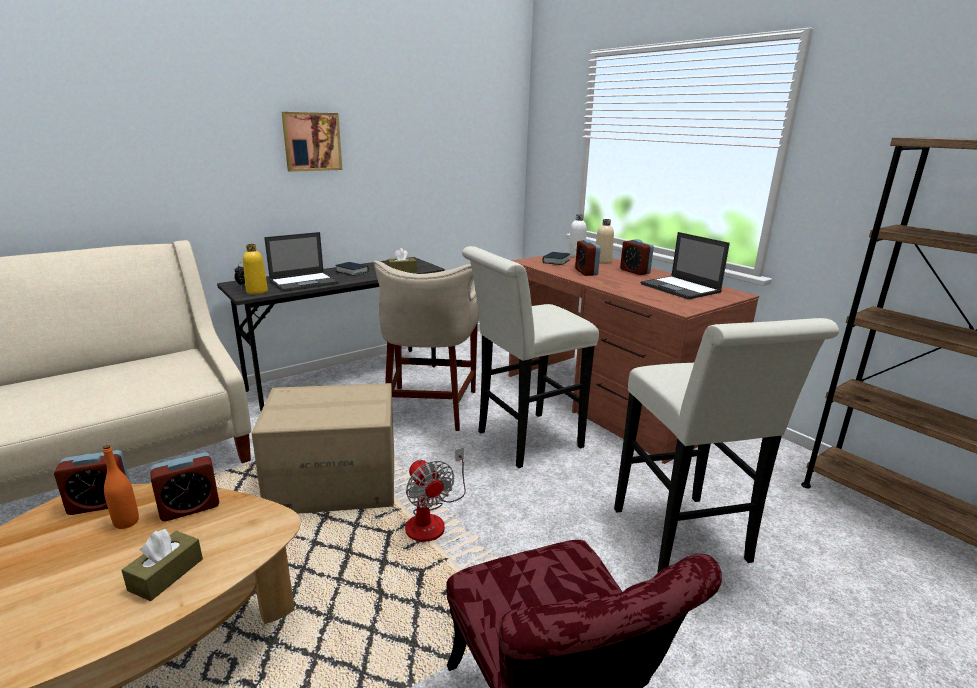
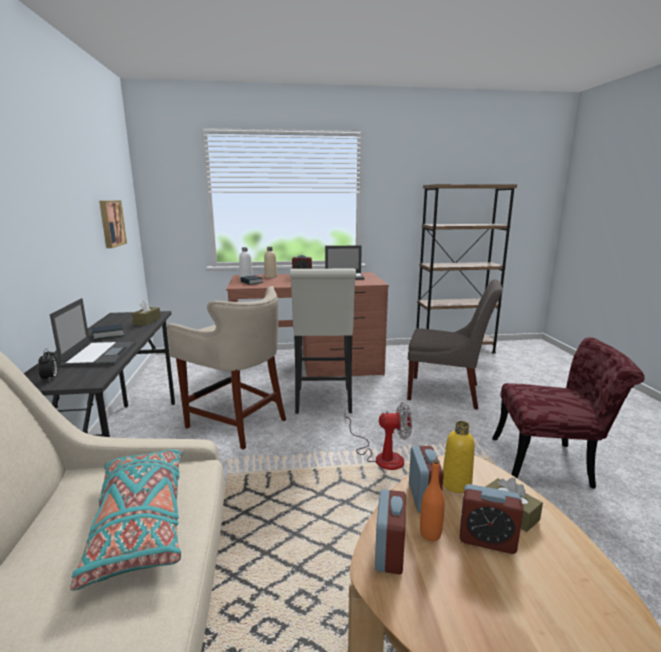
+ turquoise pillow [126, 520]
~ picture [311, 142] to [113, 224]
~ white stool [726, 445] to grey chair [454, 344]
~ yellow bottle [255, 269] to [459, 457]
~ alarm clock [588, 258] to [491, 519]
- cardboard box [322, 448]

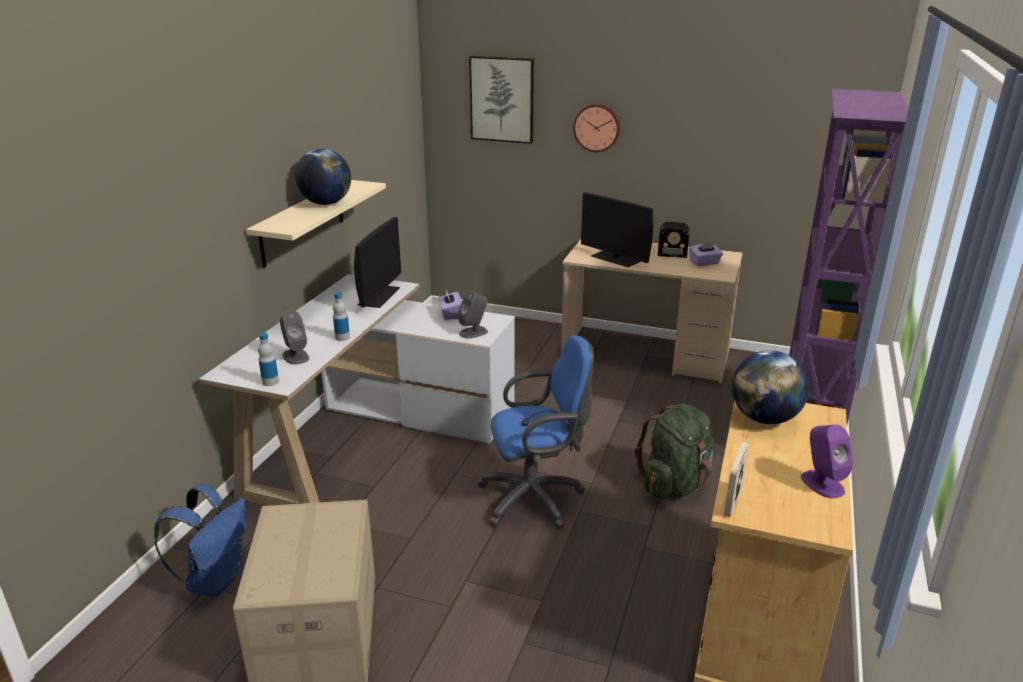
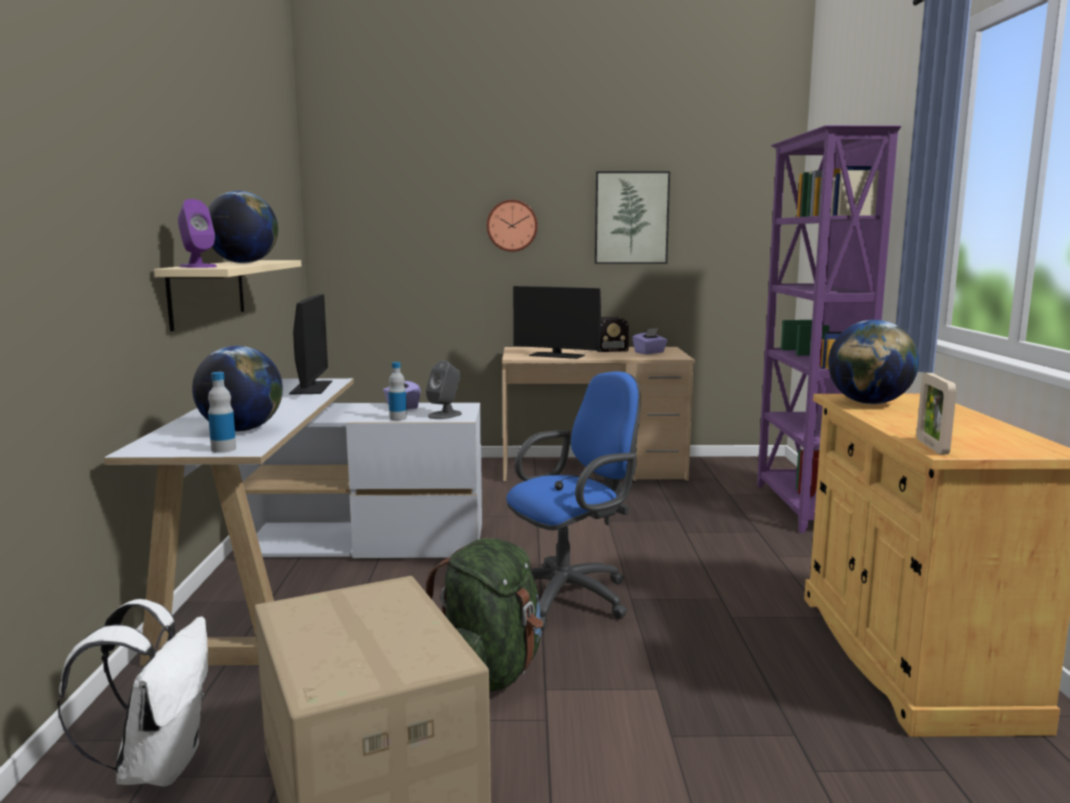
~ blue backpack [200, 540] to white backpack [132, 692]
~ purple speaker [827, 461] to [197, 233]
~ grey speaker [294, 337] to globe [237, 388]
~ bottle [341, 316] to [397, 391]
~ green backpack [674, 452] to [485, 614]
~ picture [501, 100] to [632, 217]

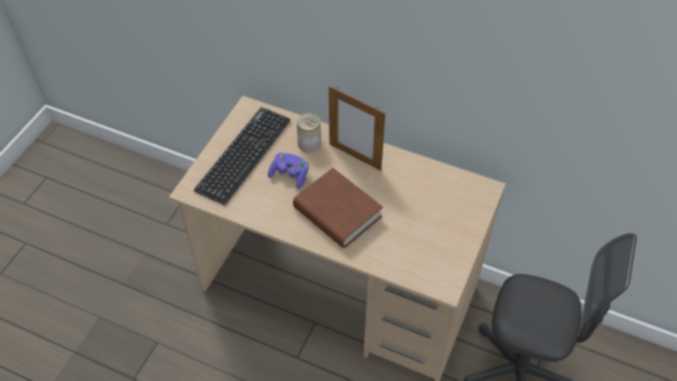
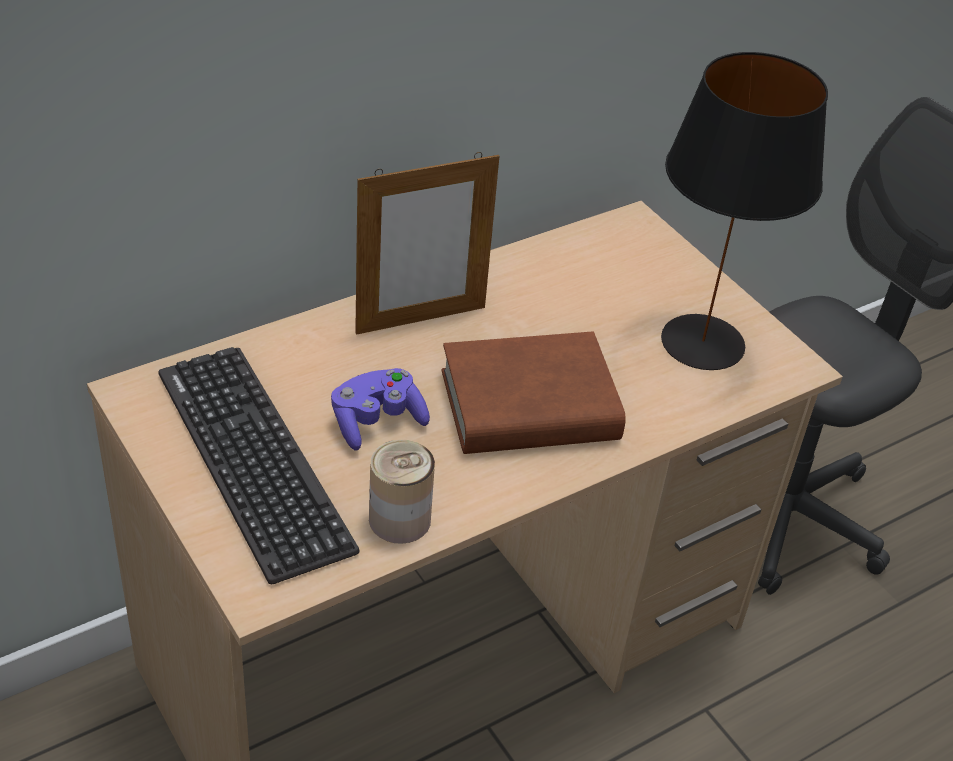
~ can [309, 133] to [402, 491]
+ black table lamp [744, 211]

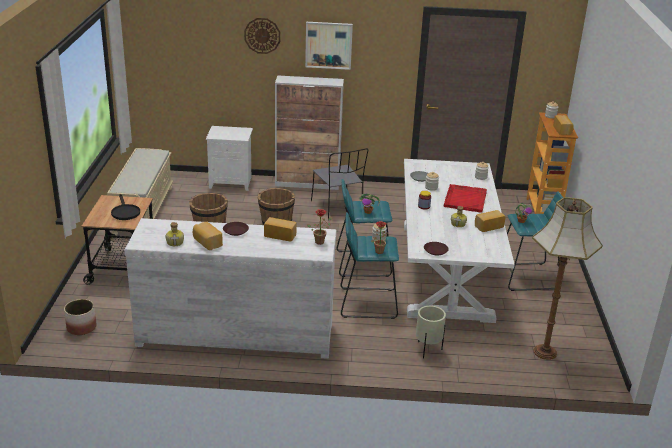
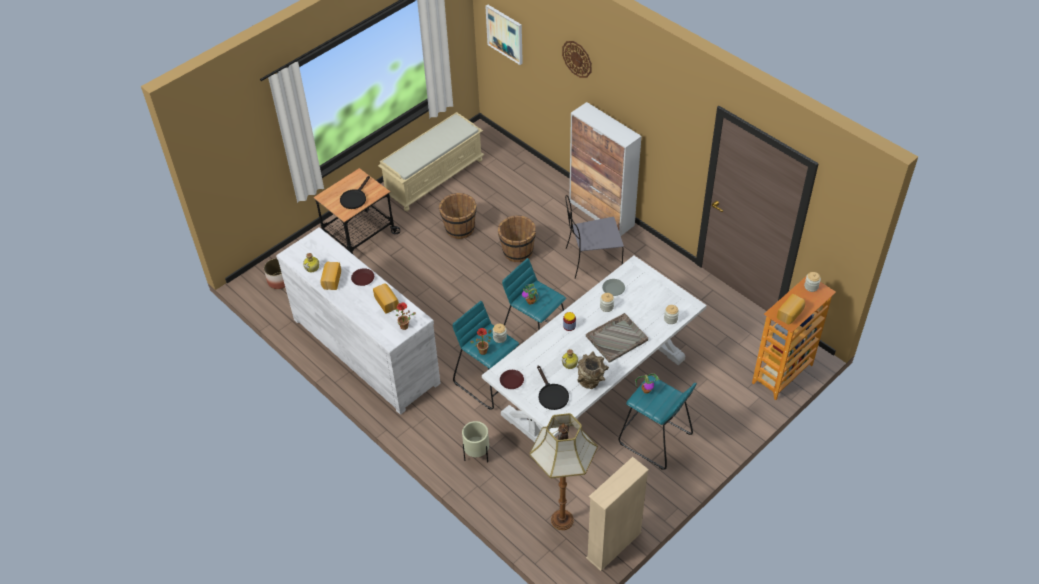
~ picture [329, 46] to [504, 35]
+ black frying pan [553, 387]
~ grey chair [339, 183] = [594, 237] 60 degrees clockwise
~ bread [490, 221] to brown vase [593, 370]
~ red tray [465, 198] to grey tray [617, 338]
+ beige bookcase [617, 514]
- white nightstand [229, 158]

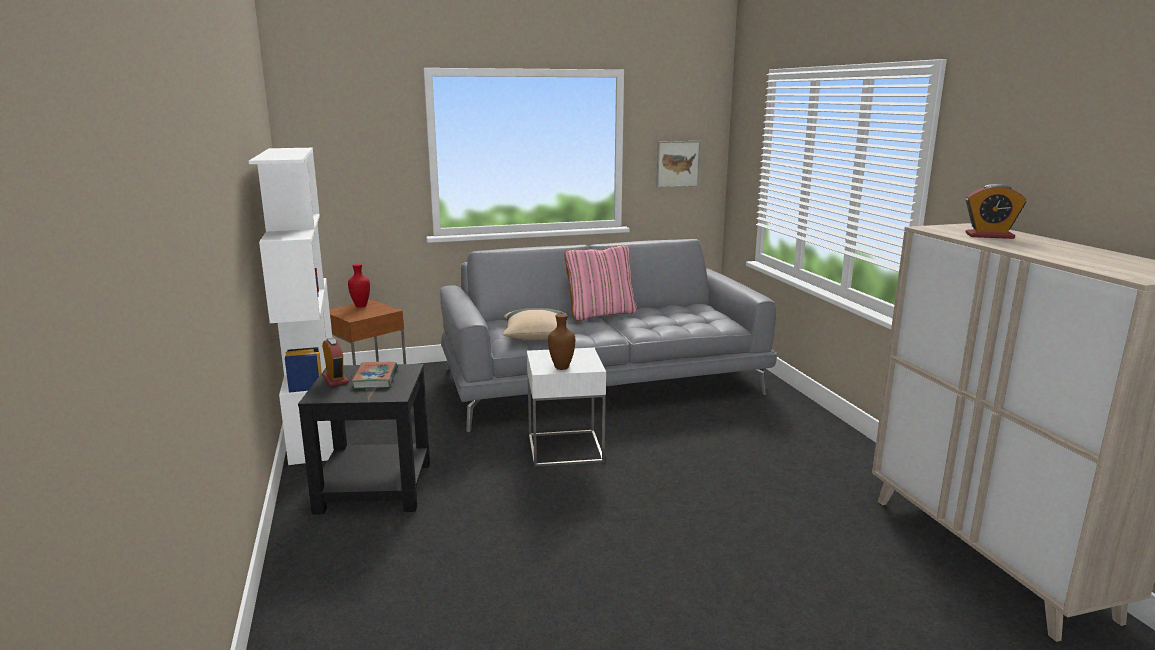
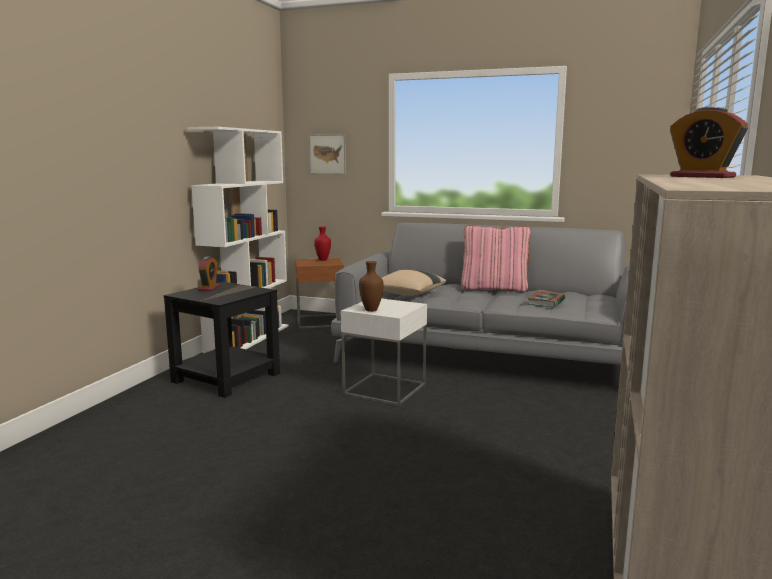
~ picture [678, 164] to [327, 154]
~ book [375, 375] to [546, 299]

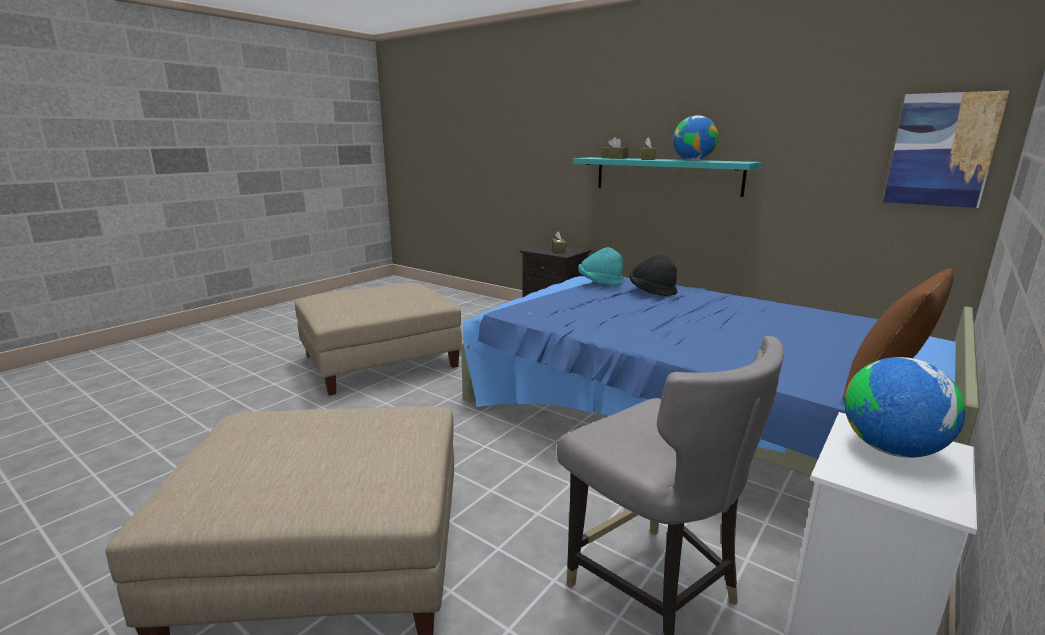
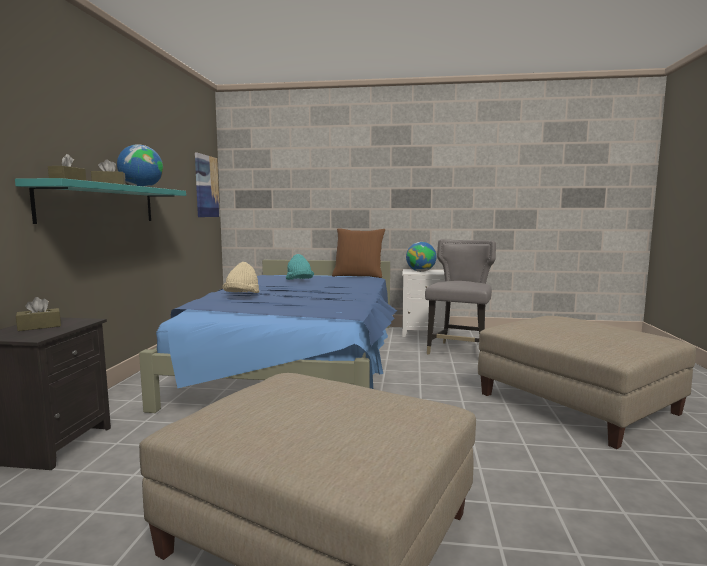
~ black hat [653, 275] to beige hat [240, 277]
~ turquoise hat [601, 266] to [300, 267]

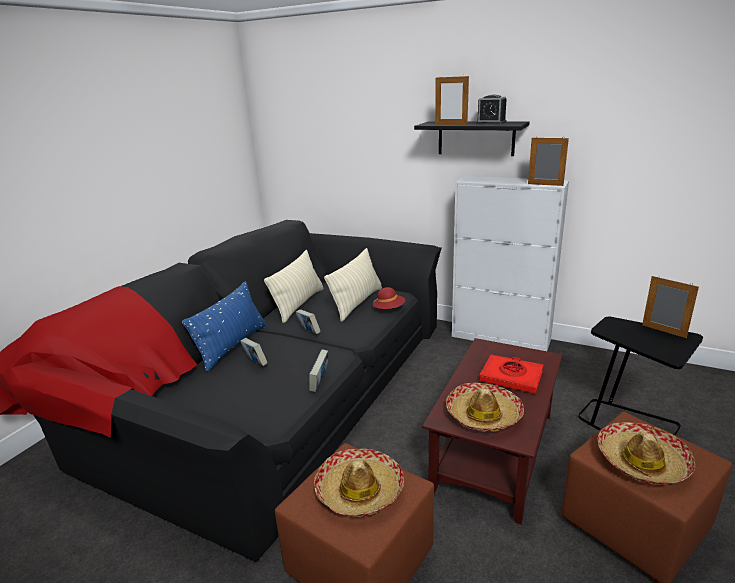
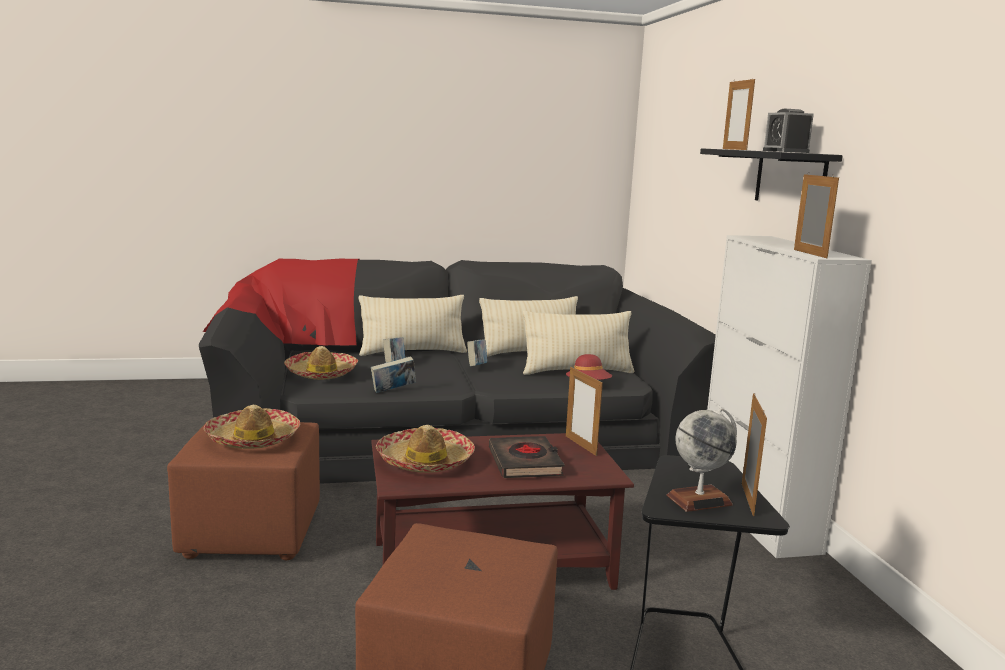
~ hat [646, 453] to [321, 363]
~ blue pillow [224, 326] to beige pillow [412, 325]
~ red book [511, 374] to black book [527, 457]
+ picture frame [584, 411]
+ globe [701, 459]

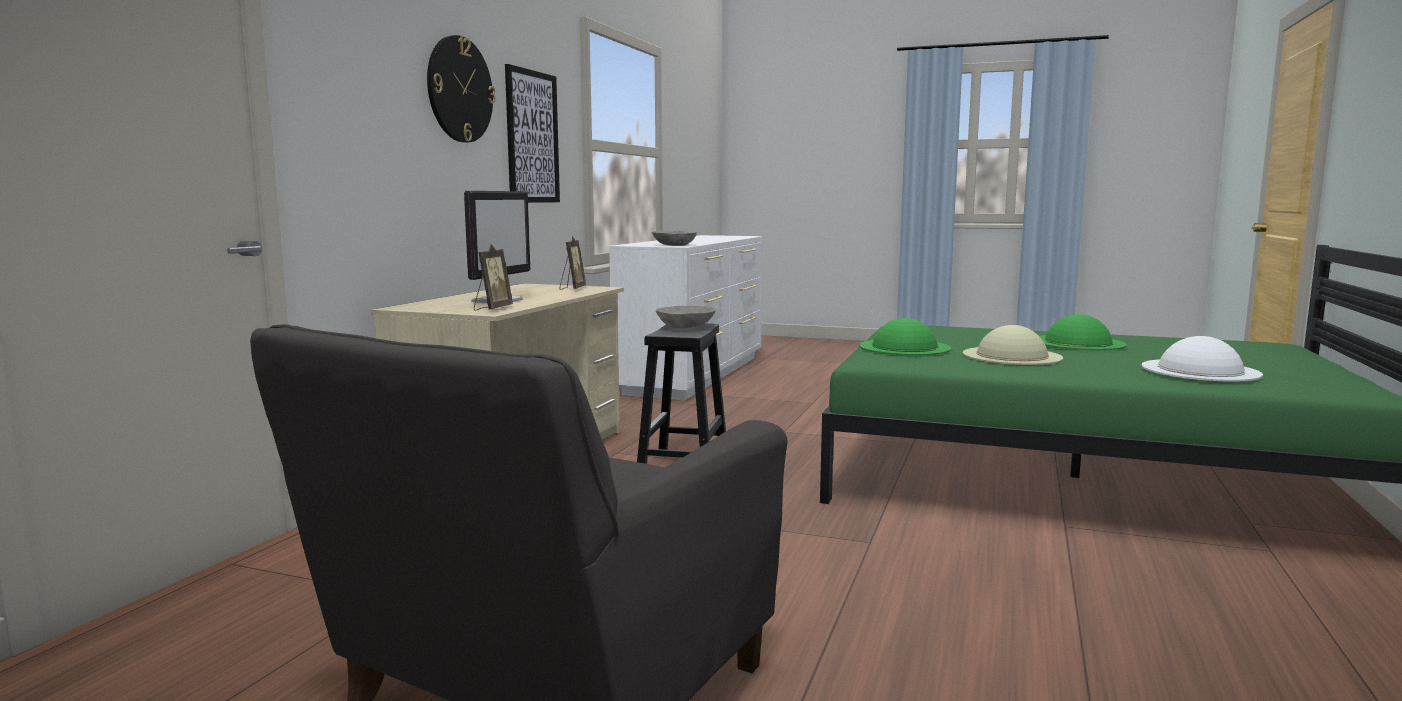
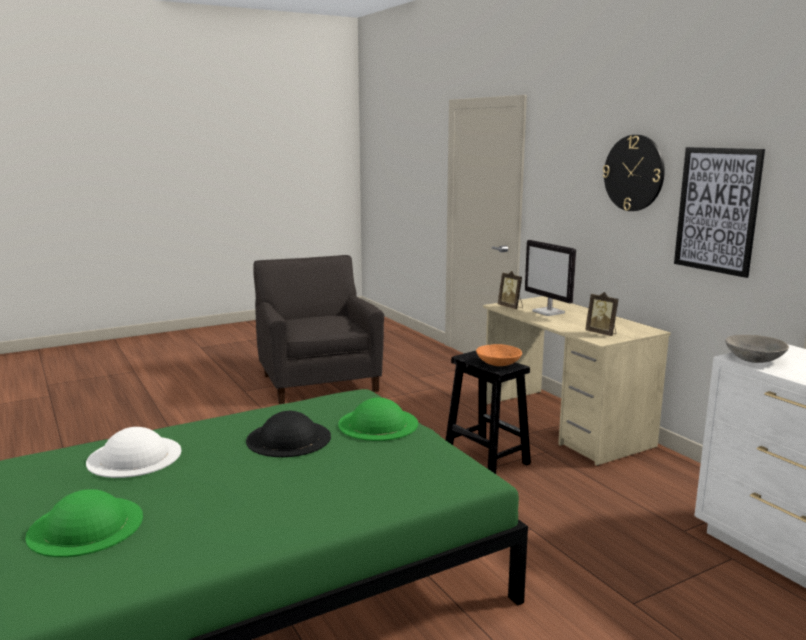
~ green hat [1083, 332] to [84, 523]
~ beige hat [1012, 345] to black hat [288, 434]
~ grey bowl [686, 317] to orange bowl [499, 355]

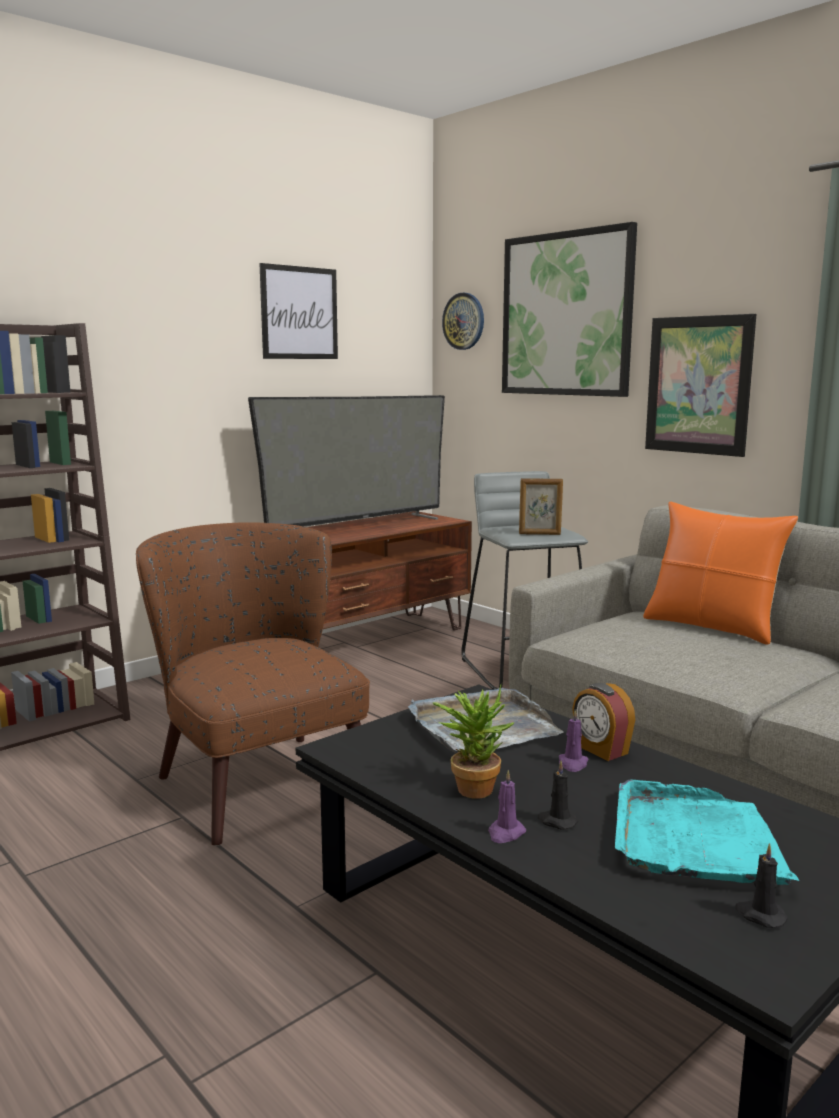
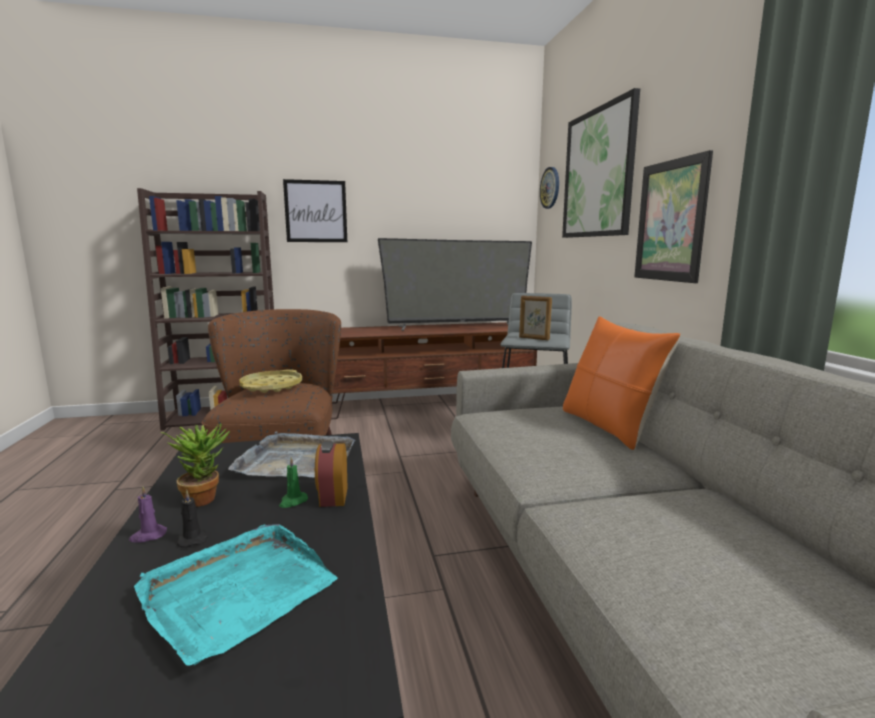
+ yellow tray [271, 381]
~ purple candle [573, 740] to green candle [293, 482]
~ picture [298, 311] to [315, 210]
- black candle [761, 885]

